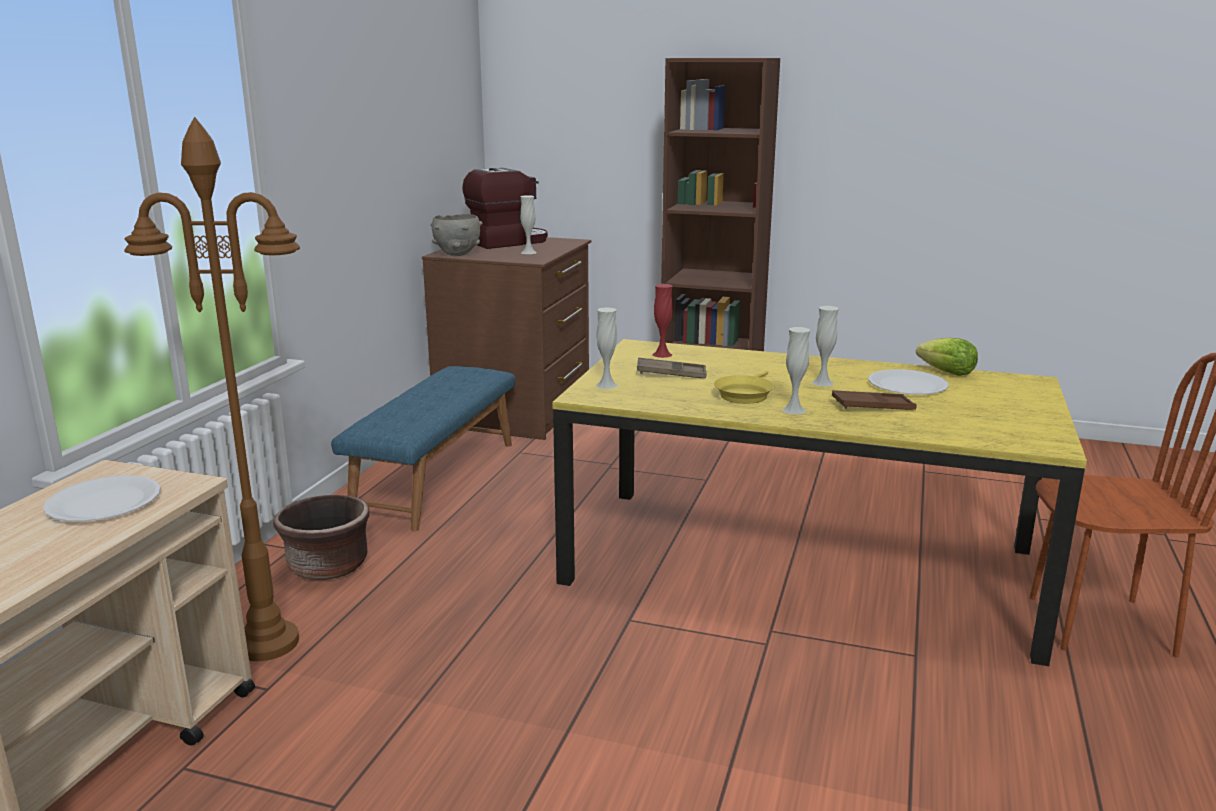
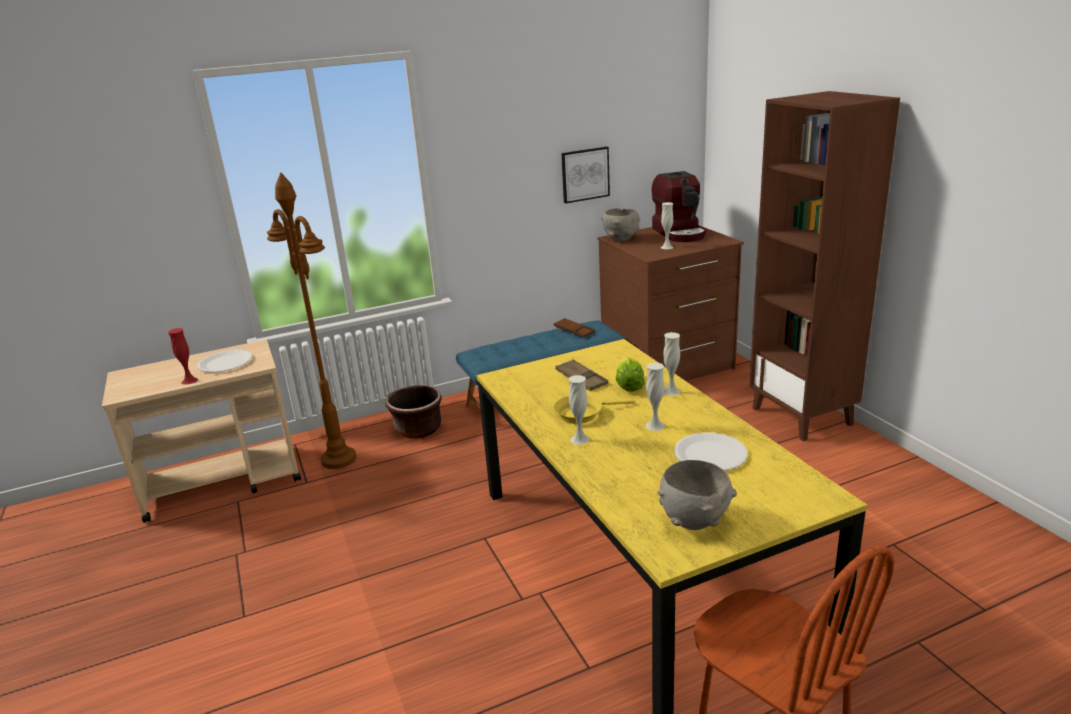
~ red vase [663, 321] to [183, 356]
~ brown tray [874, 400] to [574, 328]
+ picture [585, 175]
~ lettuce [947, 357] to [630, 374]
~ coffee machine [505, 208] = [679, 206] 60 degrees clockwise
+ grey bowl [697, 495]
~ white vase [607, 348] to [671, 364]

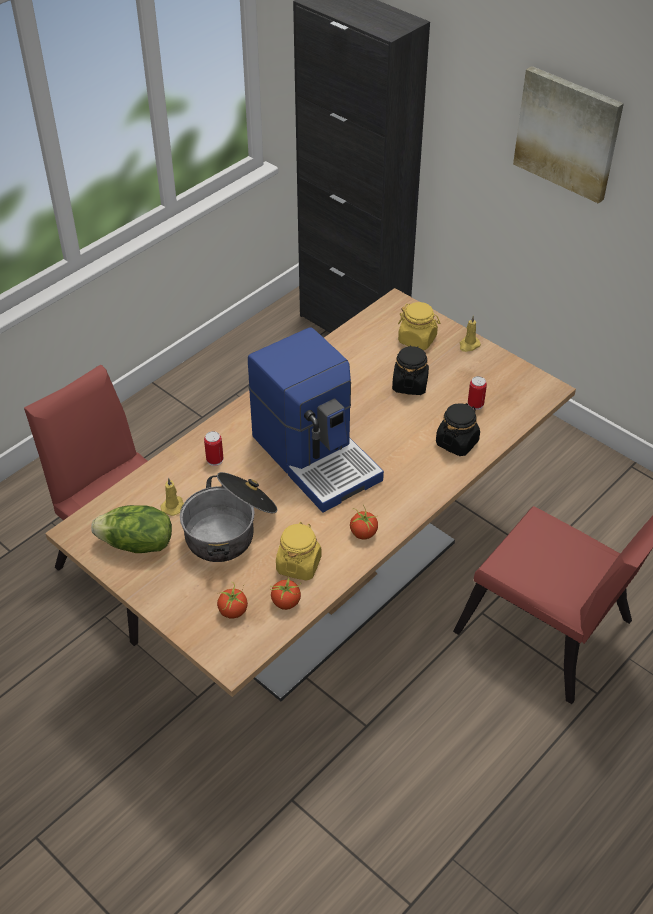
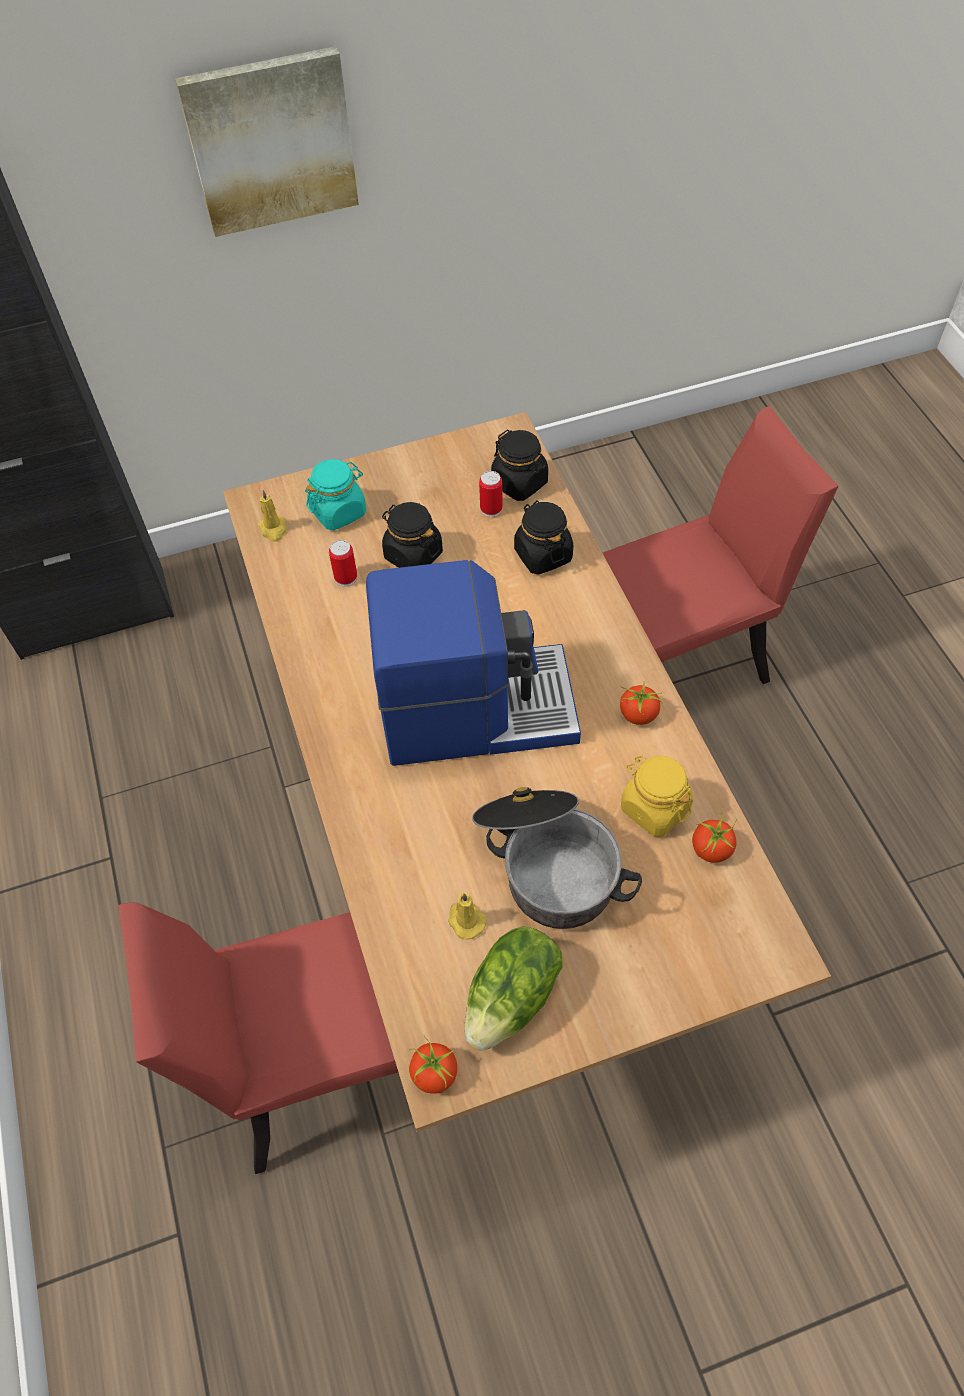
~ yellow candle [470, 334] to [272, 516]
~ yellow jar [419, 326] to turquoise jar [335, 494]
~ can [213, 448] to [343, 563]
~ tomato [232, 601] to [432, 1065]
+ black jar [519, 465]

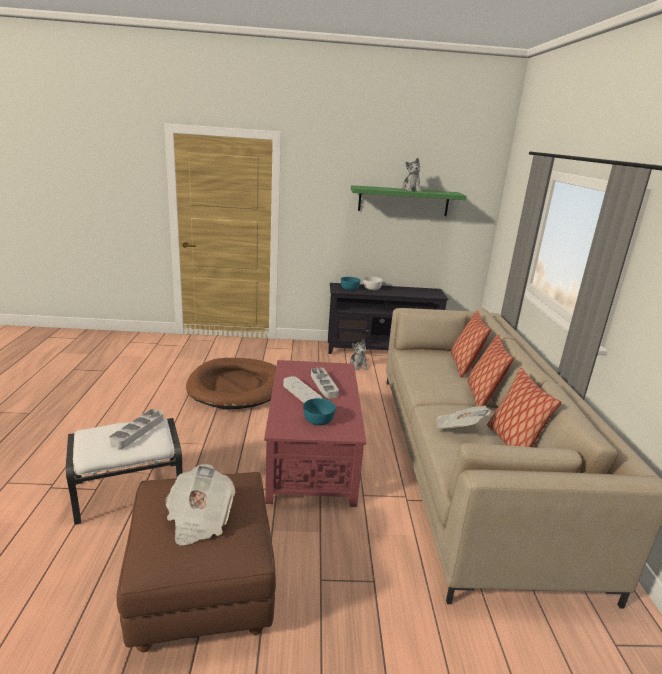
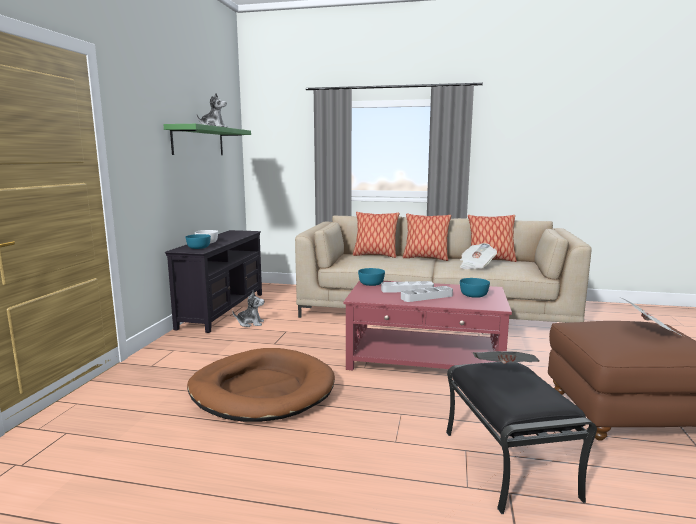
+ turquoise bowl [371, 277]
~ white ottoman [124, 471] to black ottoman [521, 438]
~ grey tray [136, 429] to newspaper [505, 357]

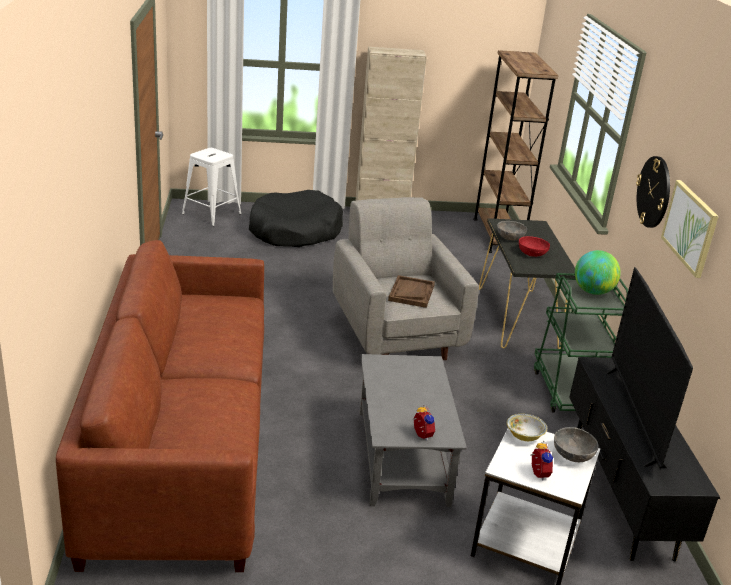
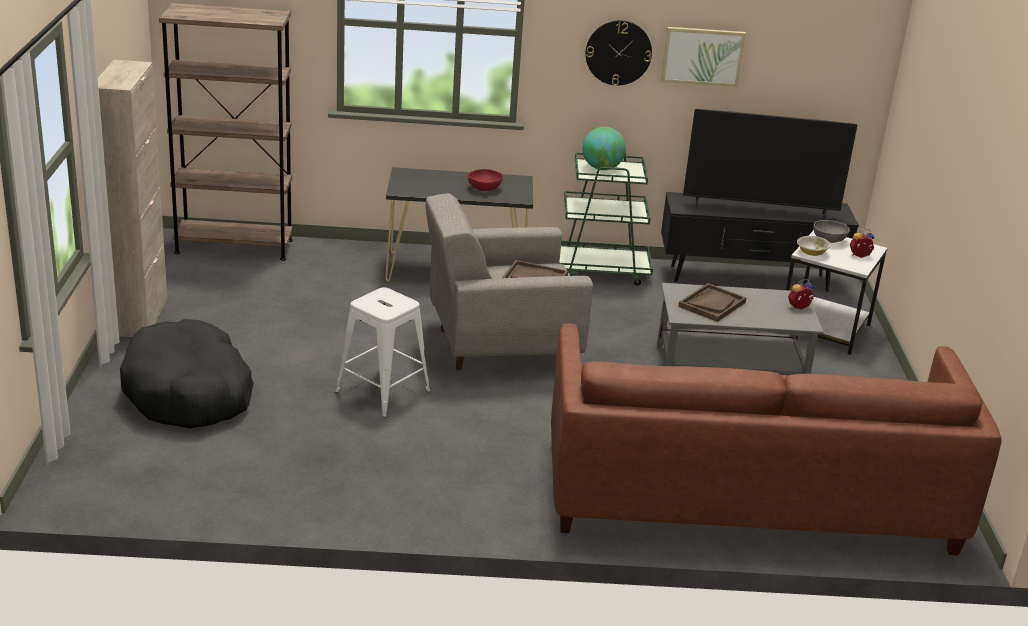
~ white stool [211, 187] to [382, 352]
+ brown tray [712, 302]
- grey bowl [512, 230]

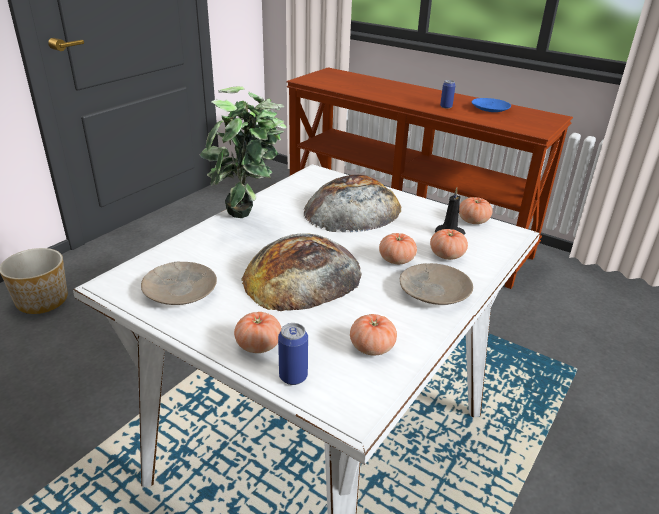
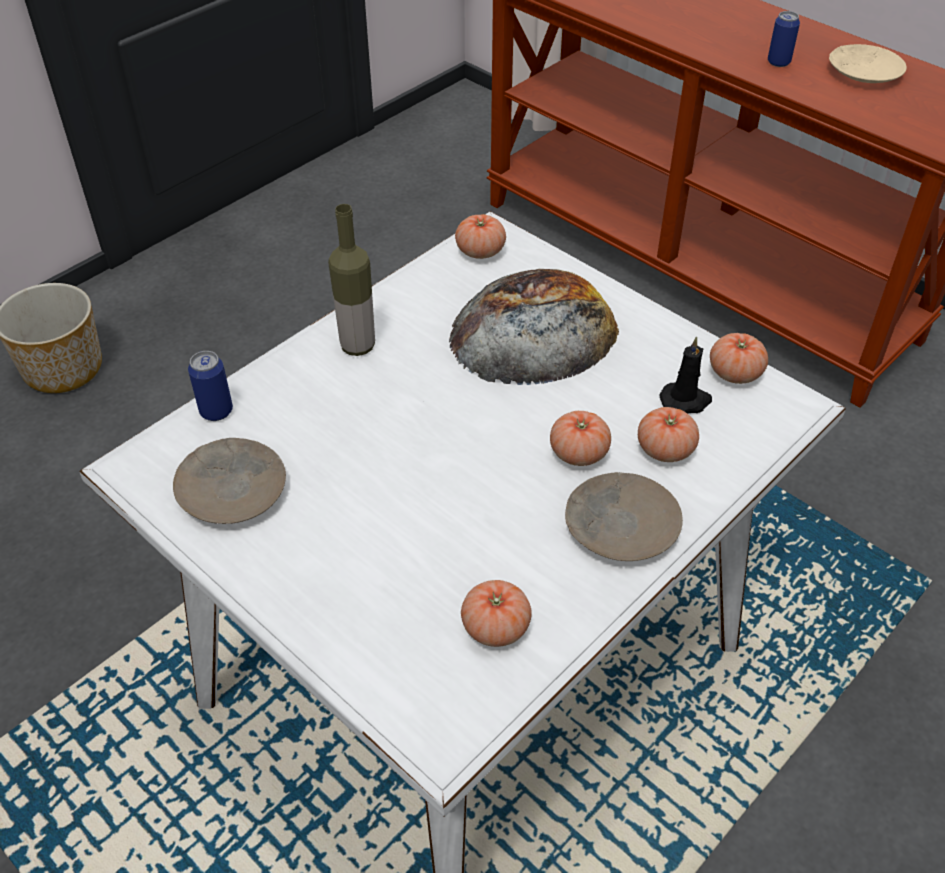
~ can [293, 354] to [210, 386]
~ potted plant [243, 152] to bottle [351, 280]
~ tomato [258, 332] to [480, 236]
~ blue plate [491, 105] to beige plate [868, 63]
- bread [301, 272]

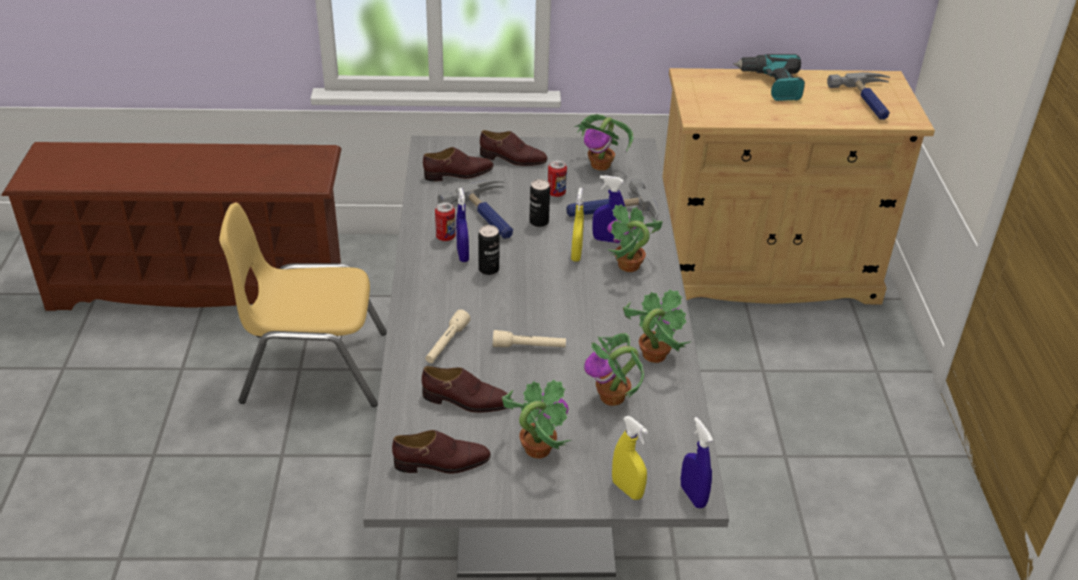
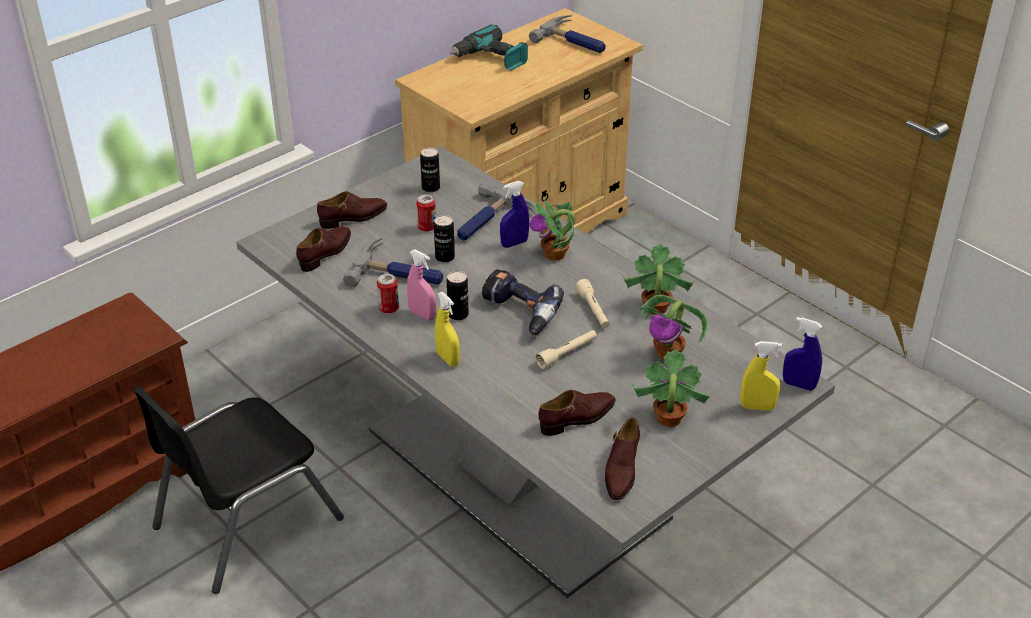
~ yellow chair [303, 305] to black chair [238, 490]
~ blue spray bottle [462, 225] to pink spray bottle [421, 285]
~ potted plant [604, 142] to can [430, 169]
~ yellow spray bottle [577, 225] to [447, 329]
+ power drill [523, 302]
~ beige flashlight [448, 336] to [592, 303]
~ brown shoe [441, 452] = [622, 458] 150 degrees clockwise

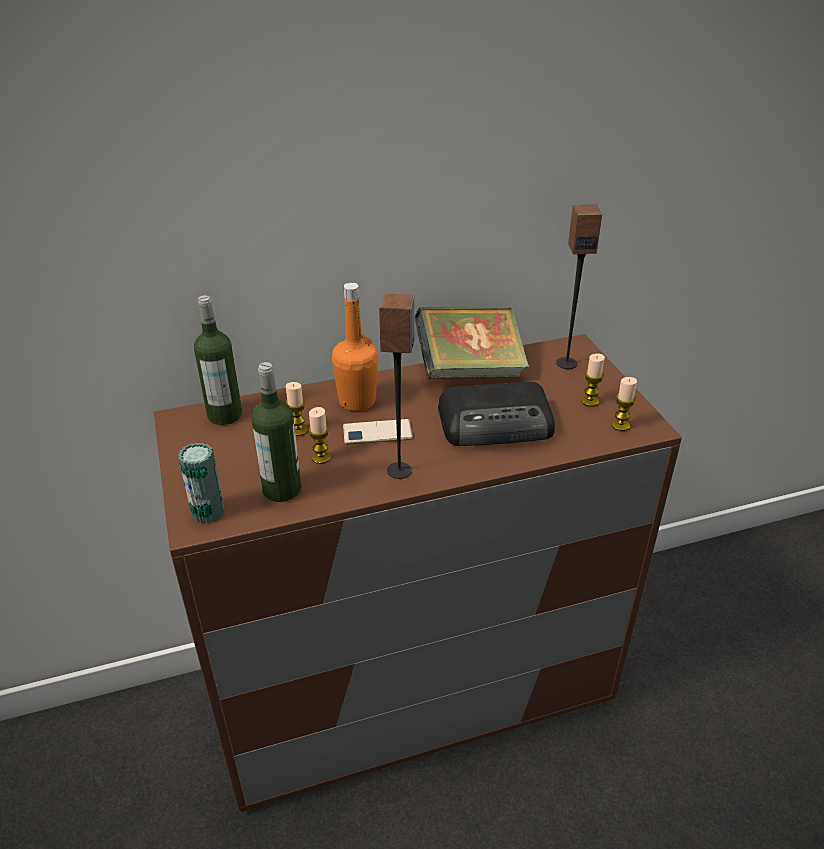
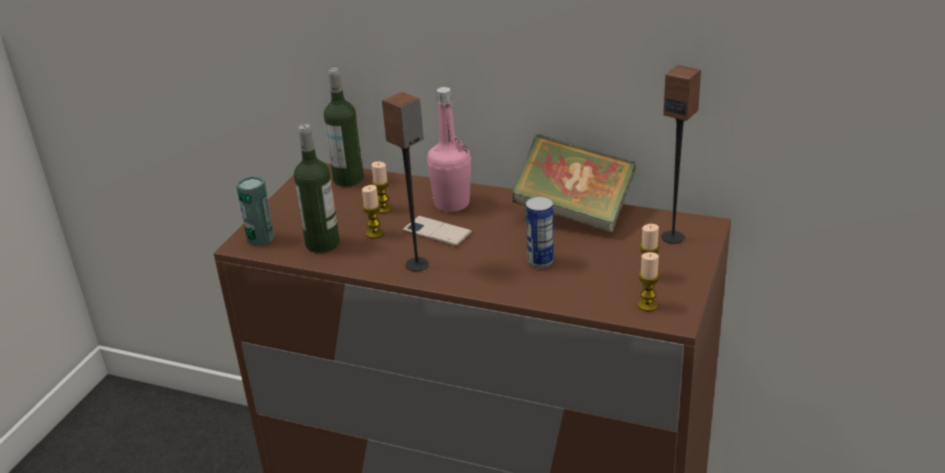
~ orange bottle [355, 347] to pink bottle [449, 149]
~ radio [496, 414] to can [540, 232]

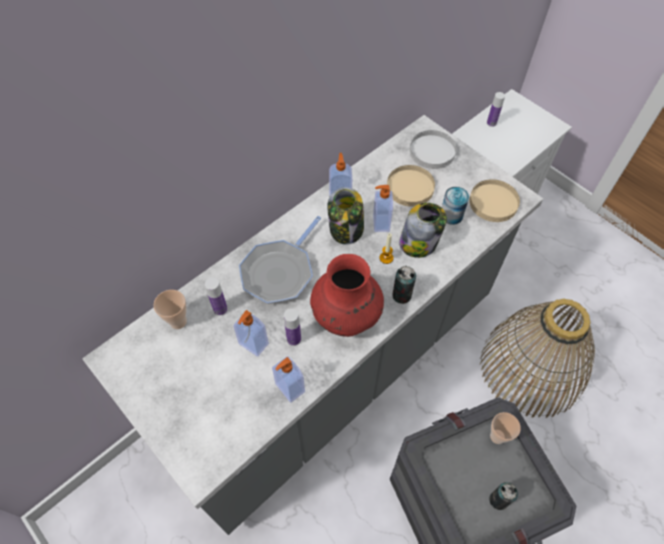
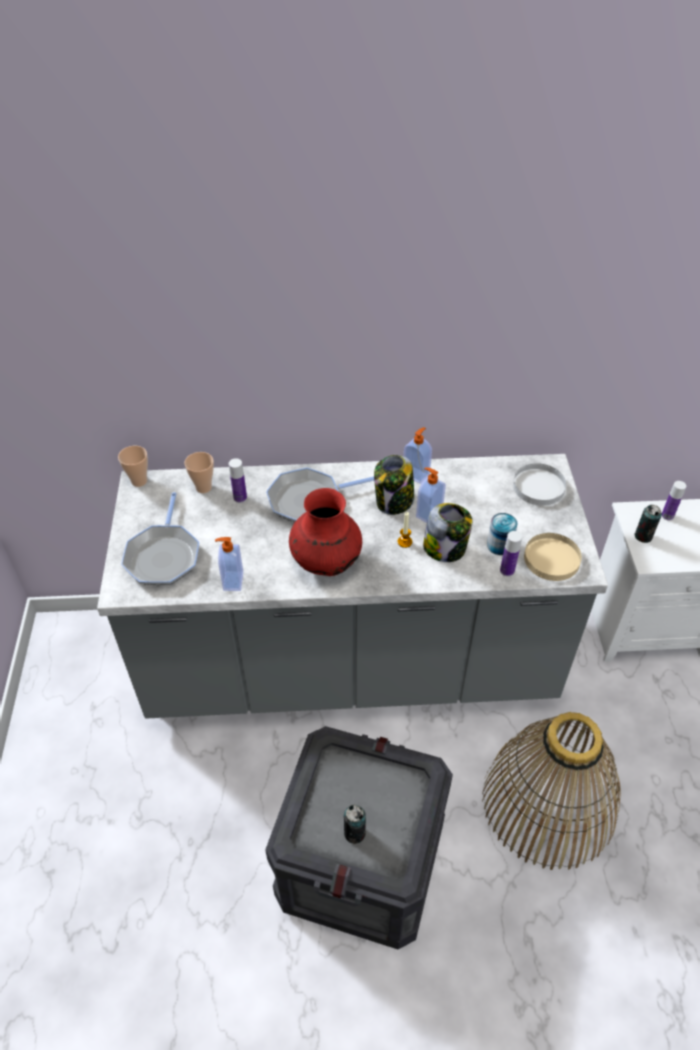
~ cup [505, 428] to [133, 466]
+ frying pan [160, 538]
~ bottle [292, 327] to [511, 554]
~ can [404, 285] to [648, 524]
- soap dispenser [251, 333]
- beige plate [411, 186]

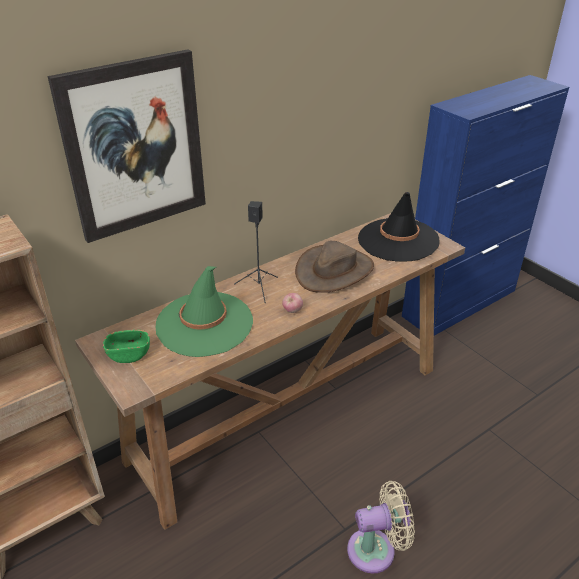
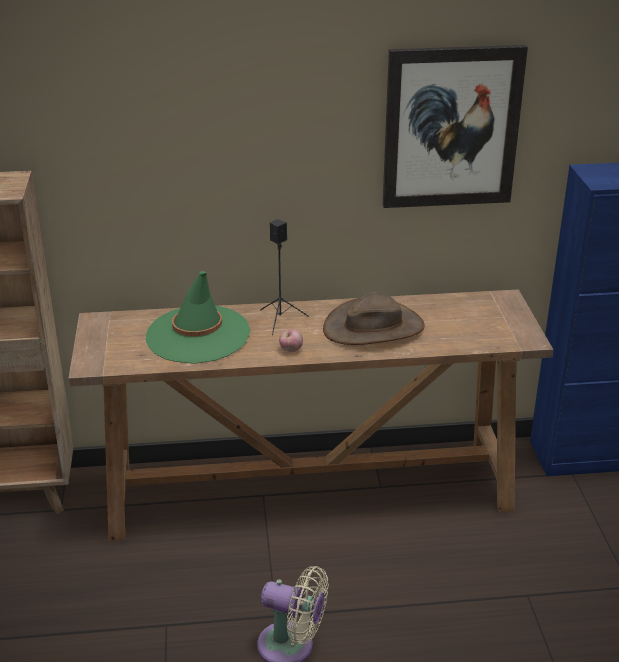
~ picture [127, 146] to [455, 126]
- green bowl [126, 346]
- black hat [399, 227]

